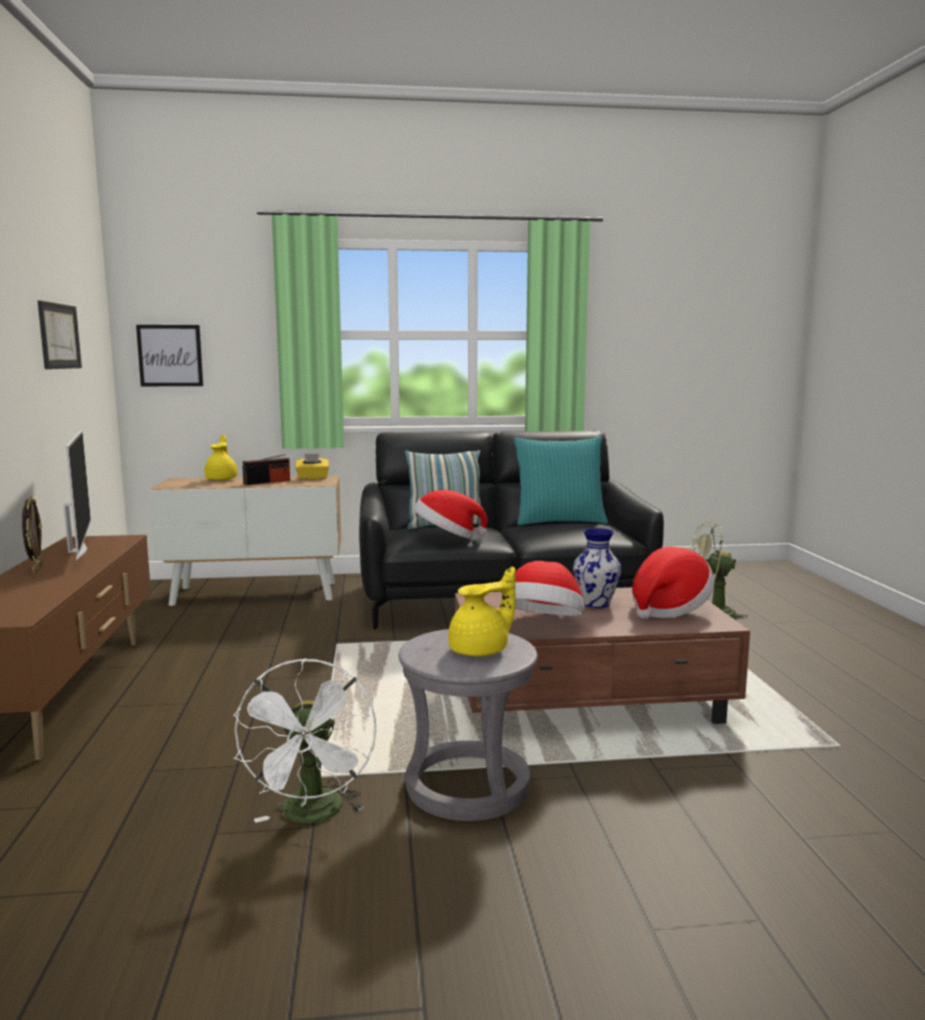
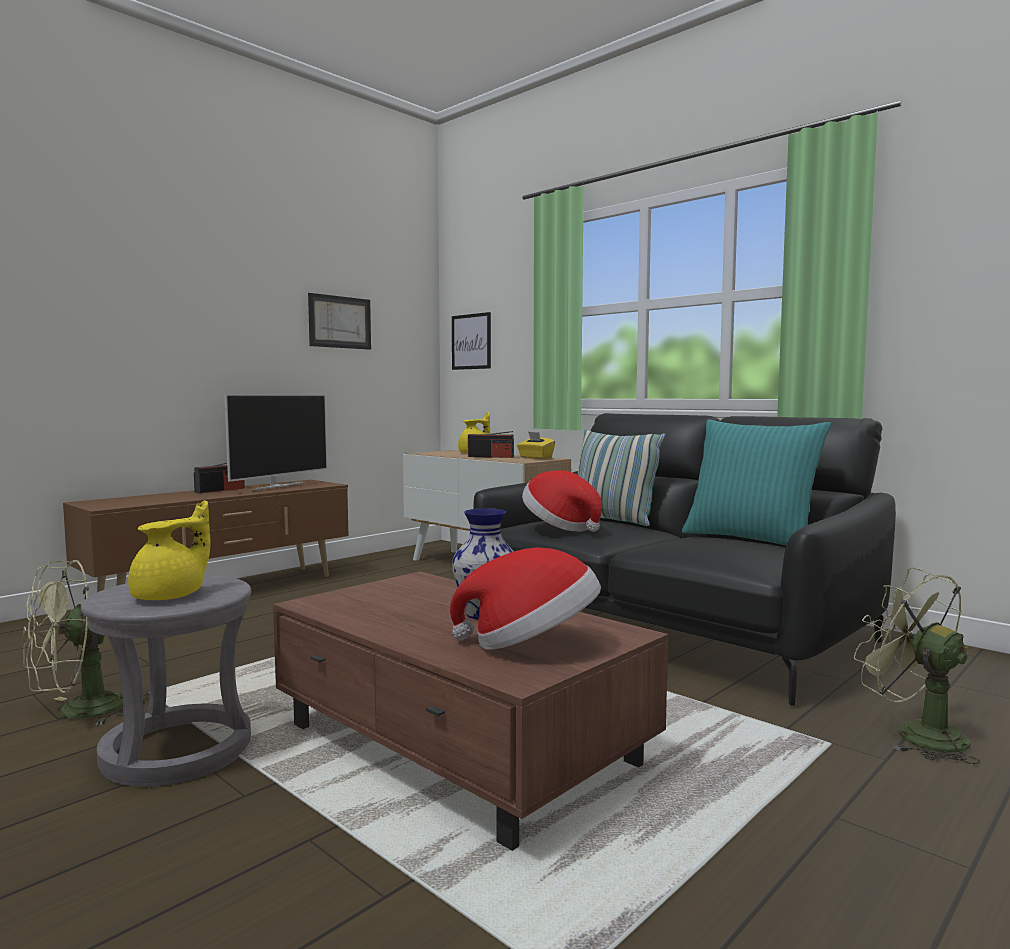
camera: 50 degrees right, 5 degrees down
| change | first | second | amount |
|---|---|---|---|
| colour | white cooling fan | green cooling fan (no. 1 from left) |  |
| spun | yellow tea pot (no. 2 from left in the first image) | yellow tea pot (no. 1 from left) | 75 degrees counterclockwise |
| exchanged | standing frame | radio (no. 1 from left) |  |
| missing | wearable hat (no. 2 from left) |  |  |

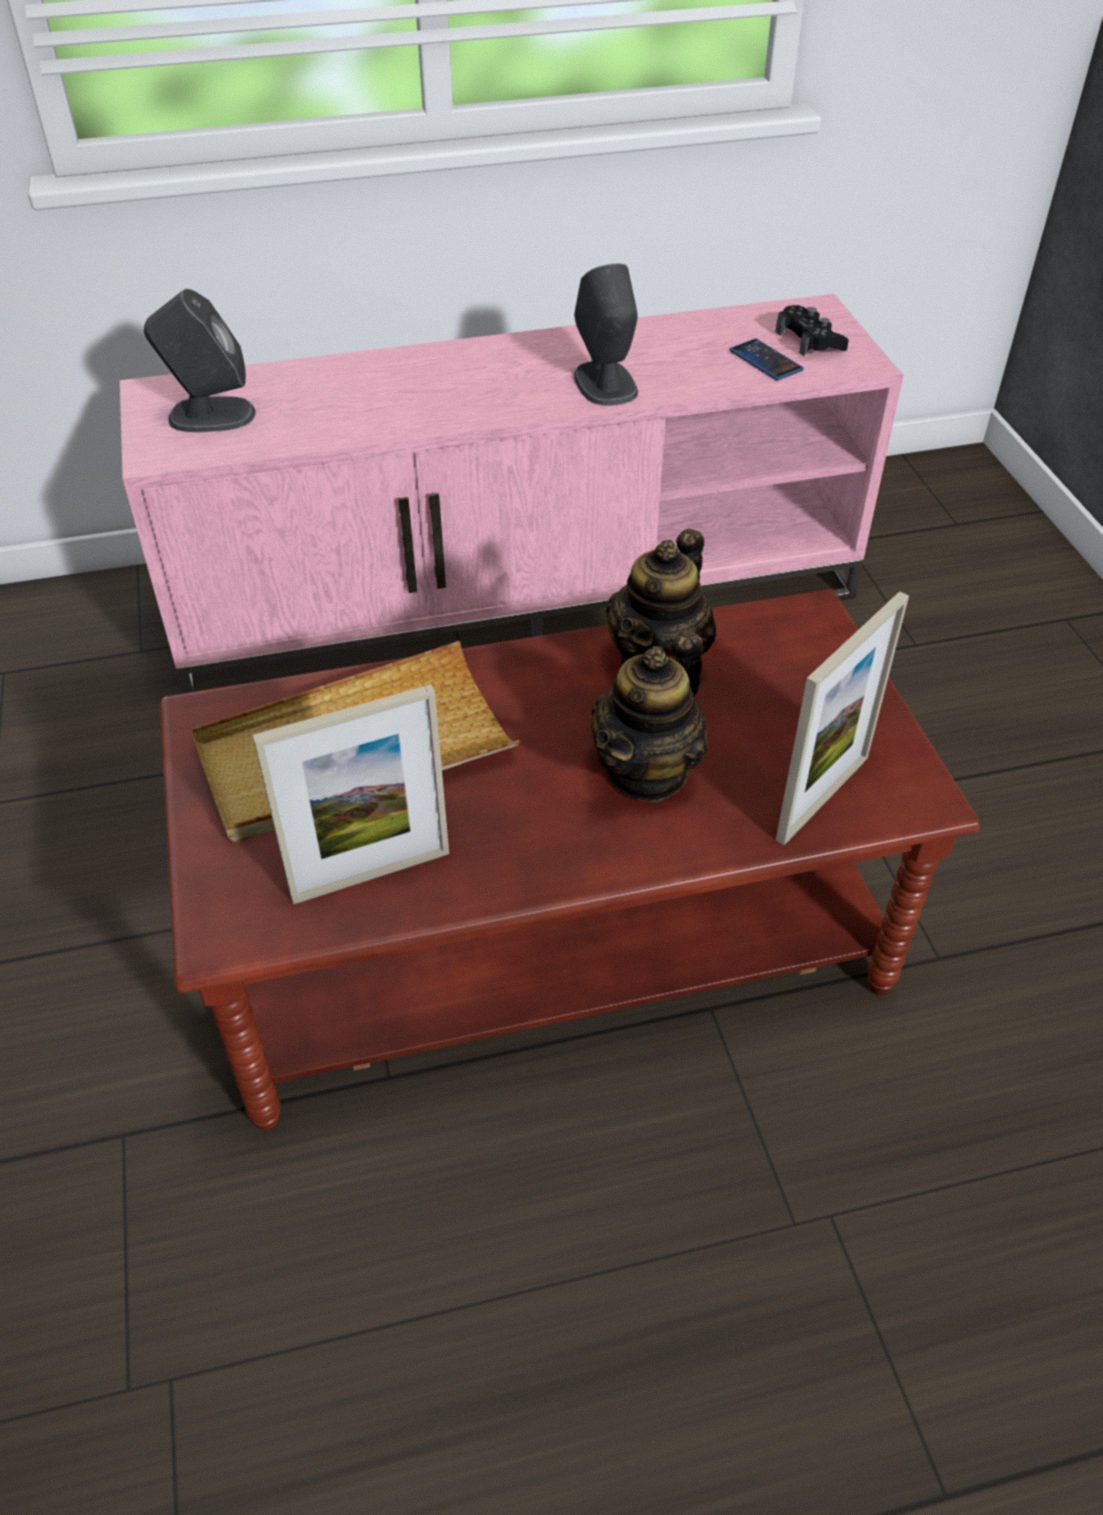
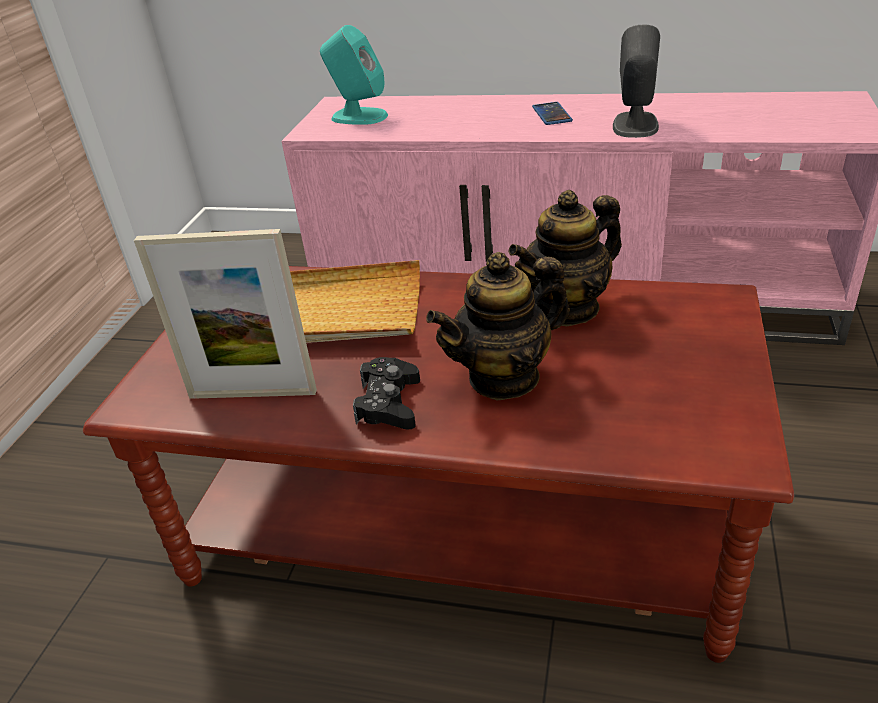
camera: 30 degrees right, 10 degrees down
| change | first | second | amount |
|---|---|---|---|
| colour | gray audio speaker (no. 1 from left) | turquoise-coloured audio speaker |  |
| relocated | black joypad |  |  |
| relocated | telephone |  |  |
| missing | standing frame (no. 2 from left) |  |  |

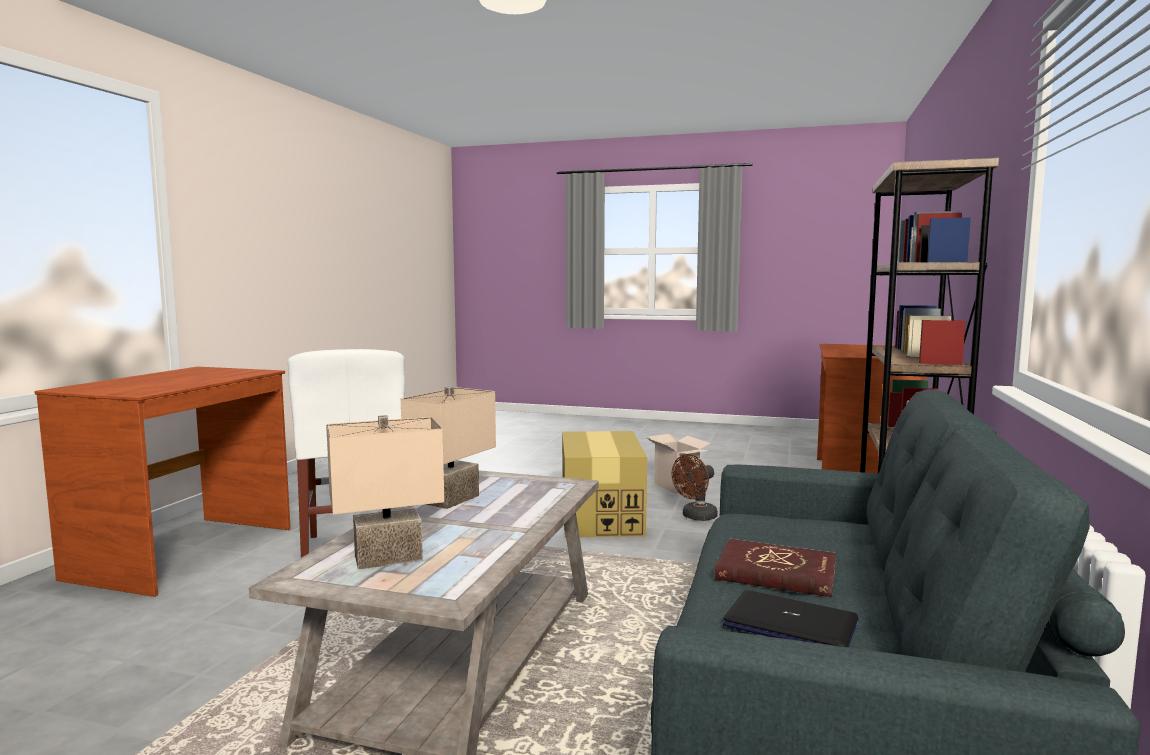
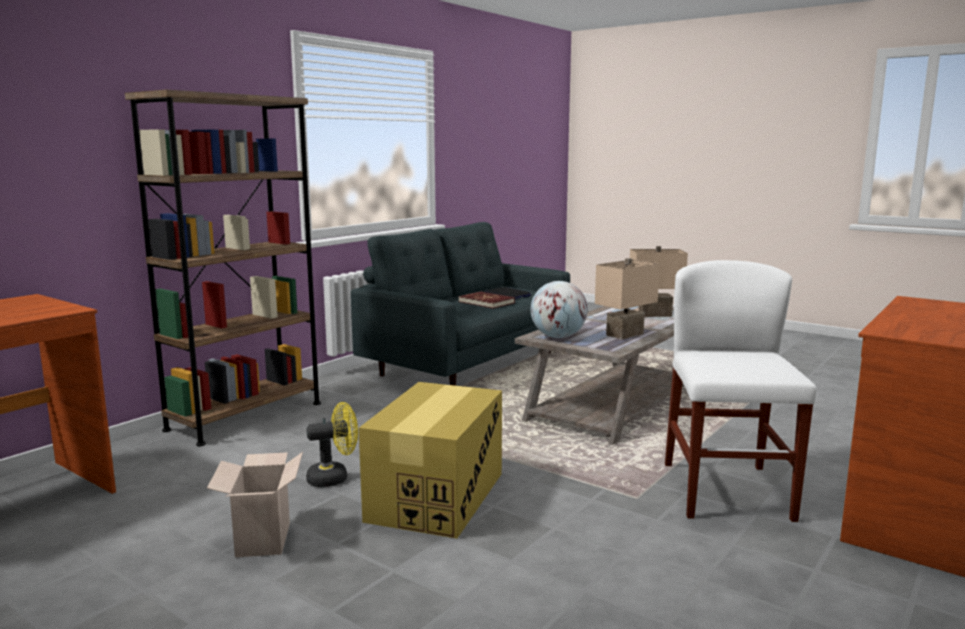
camera: 160 degrees left, 5 degrees up
| change | first | second | amount |
|---|---|---|---|
| colour | brown cooling fan | yellow cooling fan |  |
| appeared |  | globe |  |

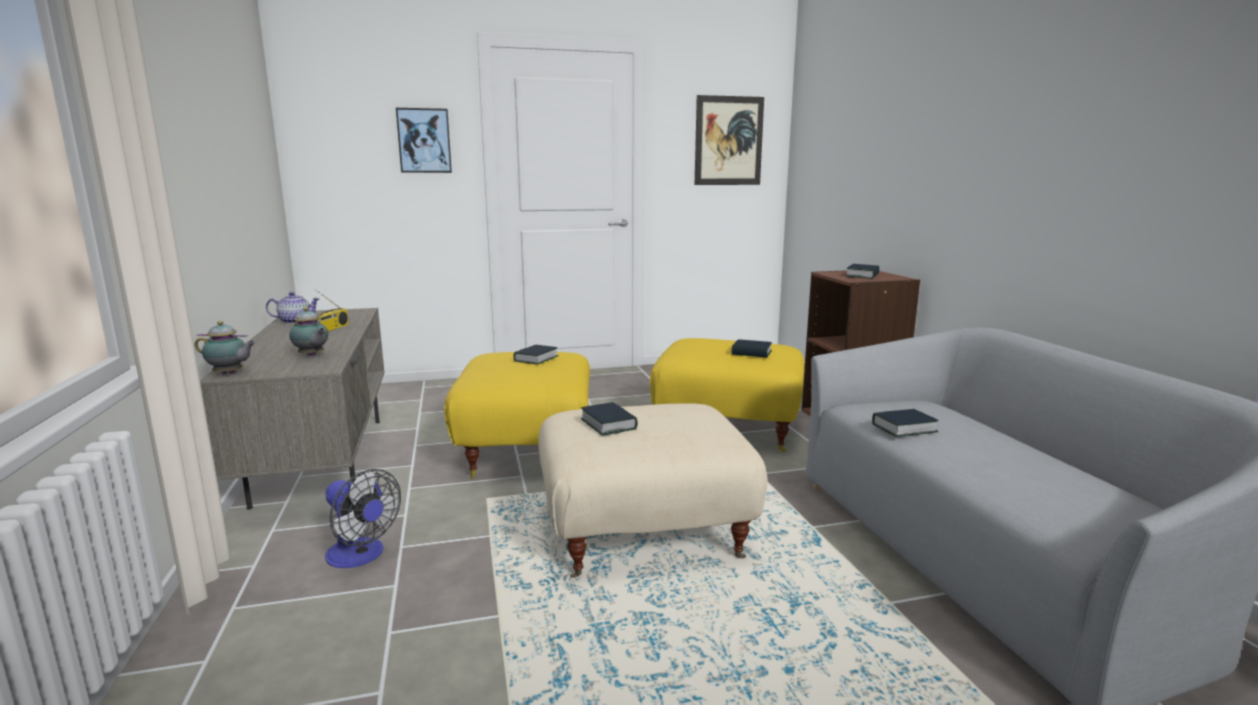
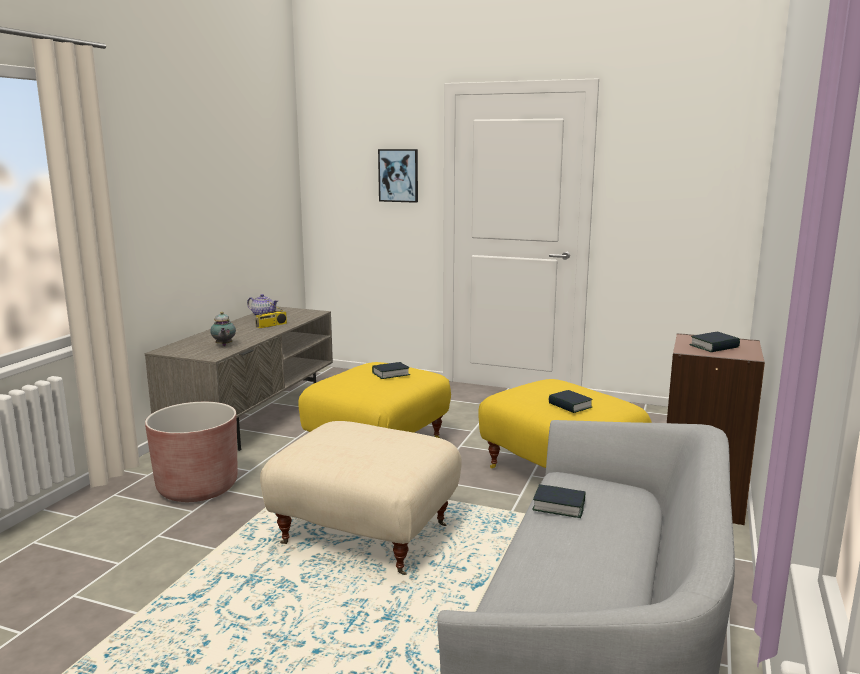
camera: 35 degrees right, 0 degrees up
| change | first | second | amount |
|---|---|---|---|
| exchanged | cooling fan | brown flower pot |  |
| missing | tea pot (no. 1 from left) |  |  |
| missing | book (no. 2 from left) |  |  |
| missing | wall picture (no. 2 from left) |  |  |

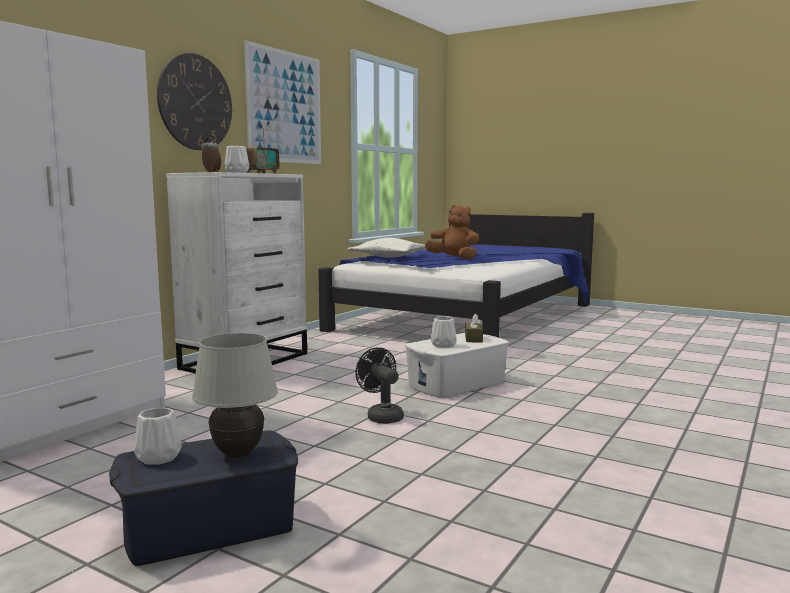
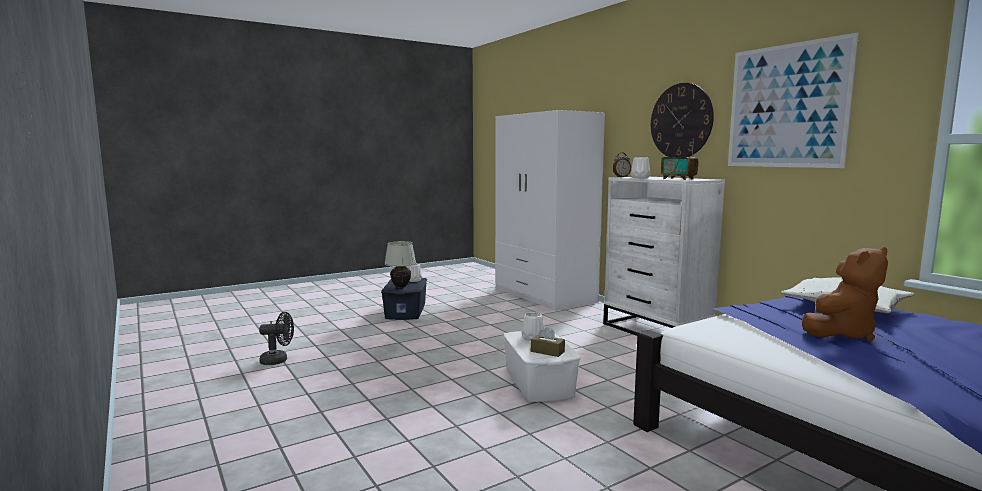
camera: 115 degrees right, 0 degrees up
| change | first | second | amount |
|---|---|---|---|
| relocated | black cooling fan |  |  |

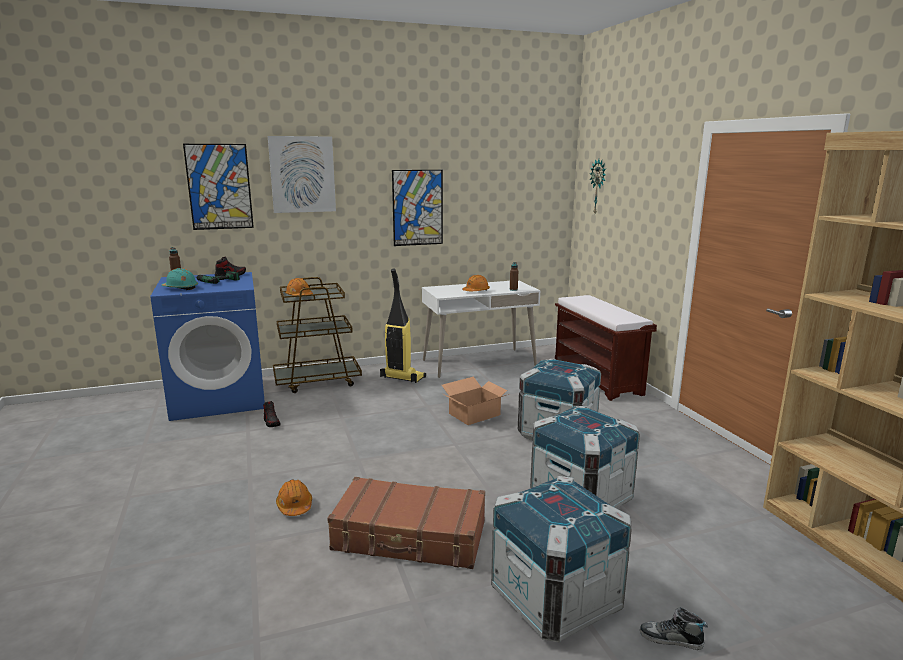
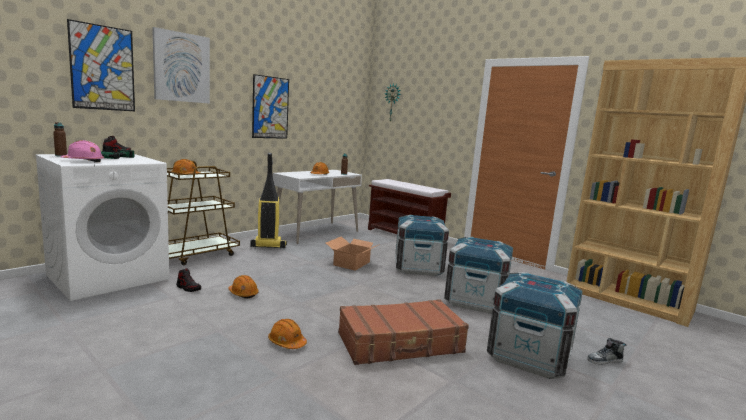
camera: 30 degrees left, 5 degrees down
| change | first | second | amount |
|---|---|---|---|
| colour | bluish laundry appliance | white laundry appliance |  |
| colour | turquoise-coloured work helmet | pink-coloured work helmet |  |
| appeared |  | orange-coloured work helmet (no. 2 from left) |  |

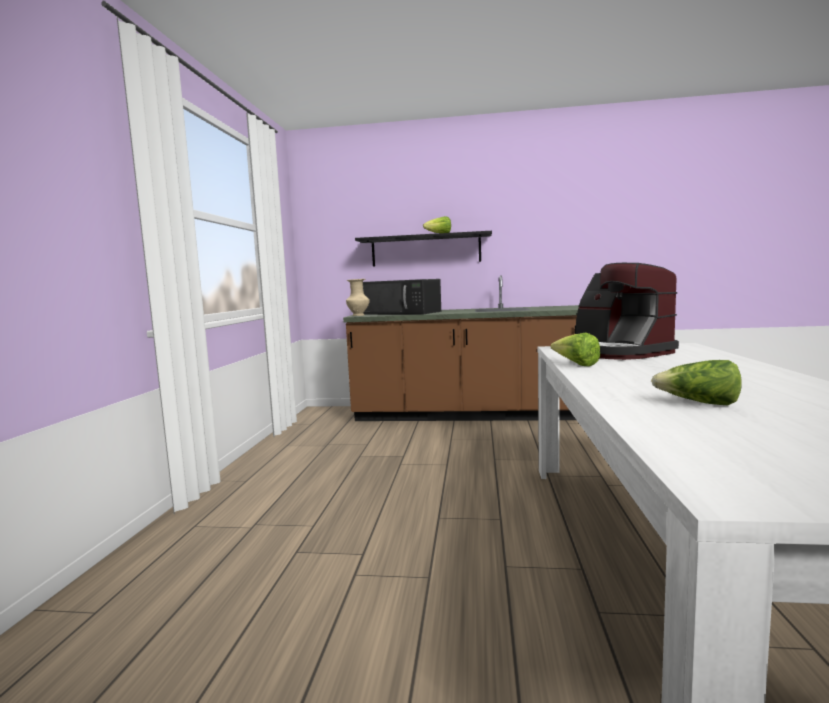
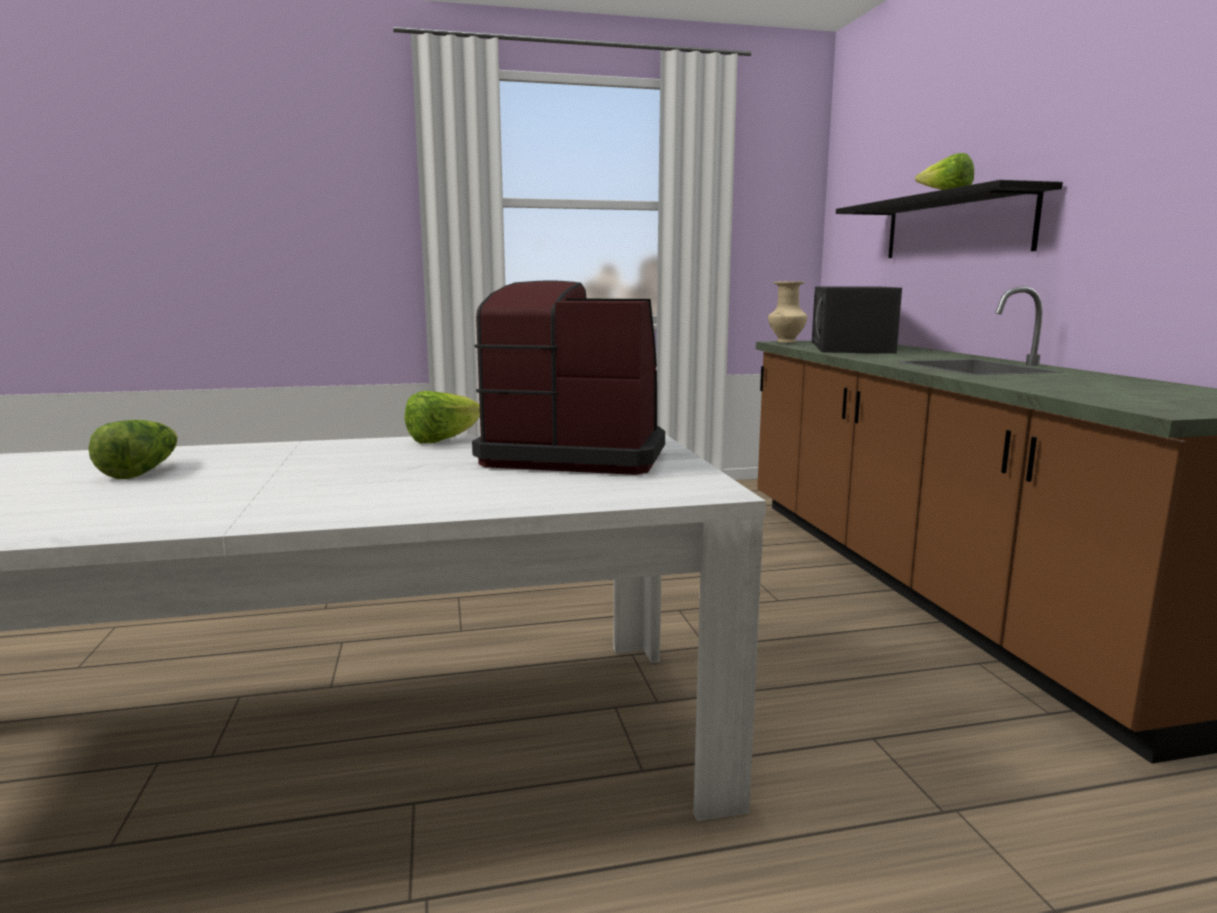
camera: 70 degrees right, 5 degrees up
| change | first | second | amount |
|---|---|---|---|
| spun | coffee brewer |  | 60 degrees clockwise |

